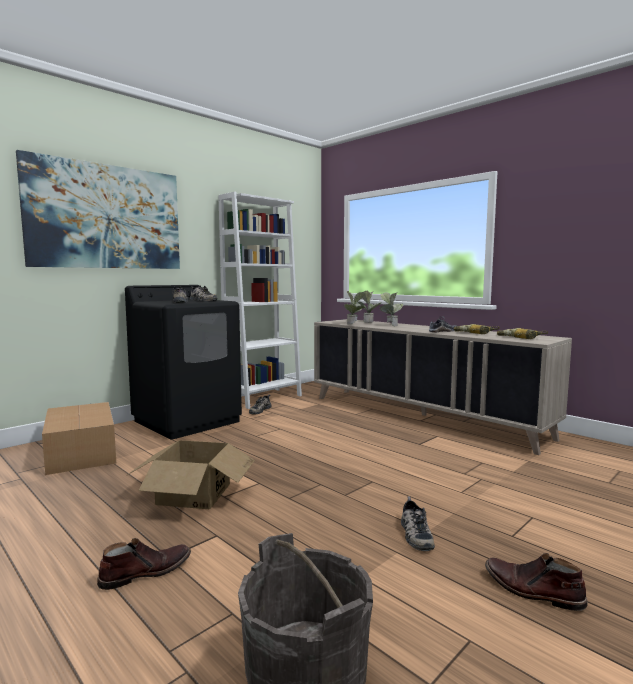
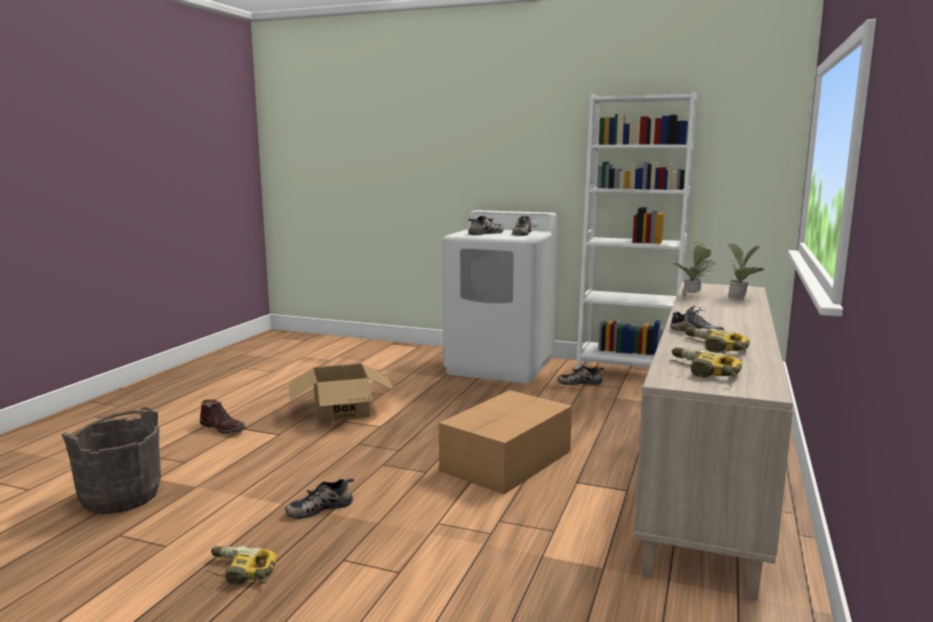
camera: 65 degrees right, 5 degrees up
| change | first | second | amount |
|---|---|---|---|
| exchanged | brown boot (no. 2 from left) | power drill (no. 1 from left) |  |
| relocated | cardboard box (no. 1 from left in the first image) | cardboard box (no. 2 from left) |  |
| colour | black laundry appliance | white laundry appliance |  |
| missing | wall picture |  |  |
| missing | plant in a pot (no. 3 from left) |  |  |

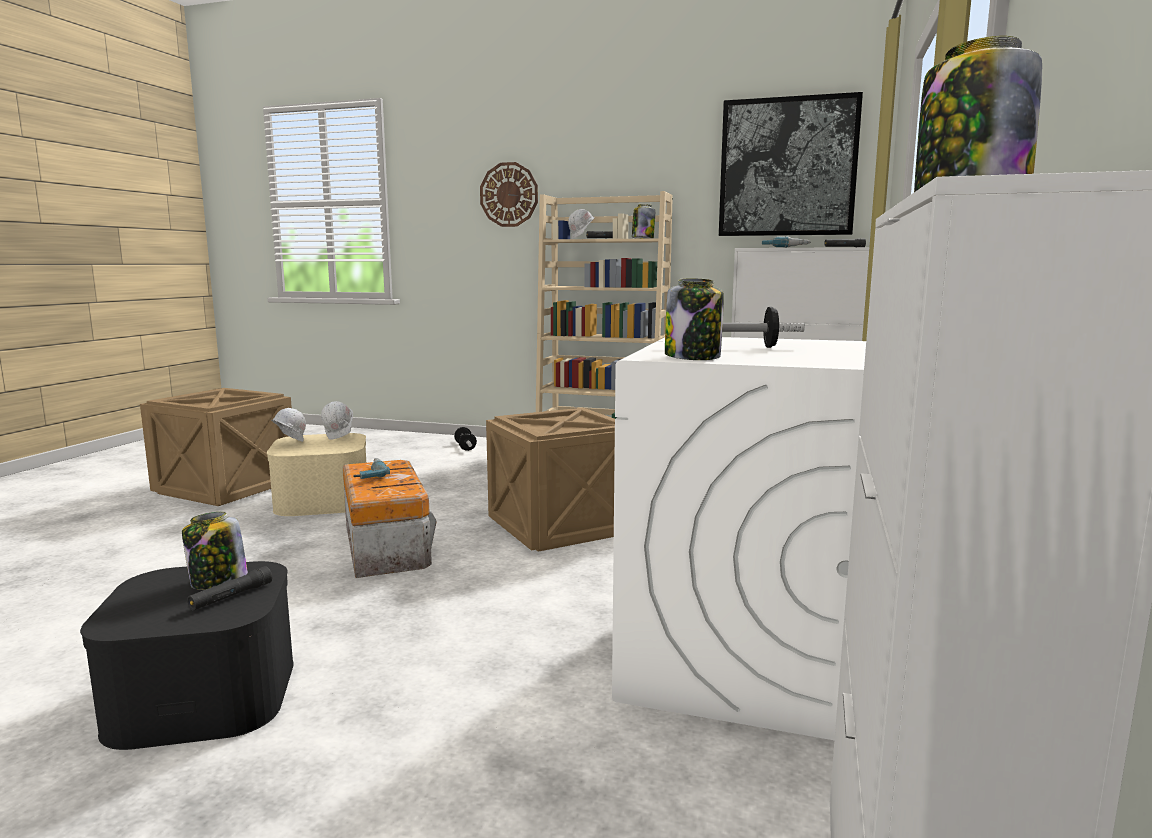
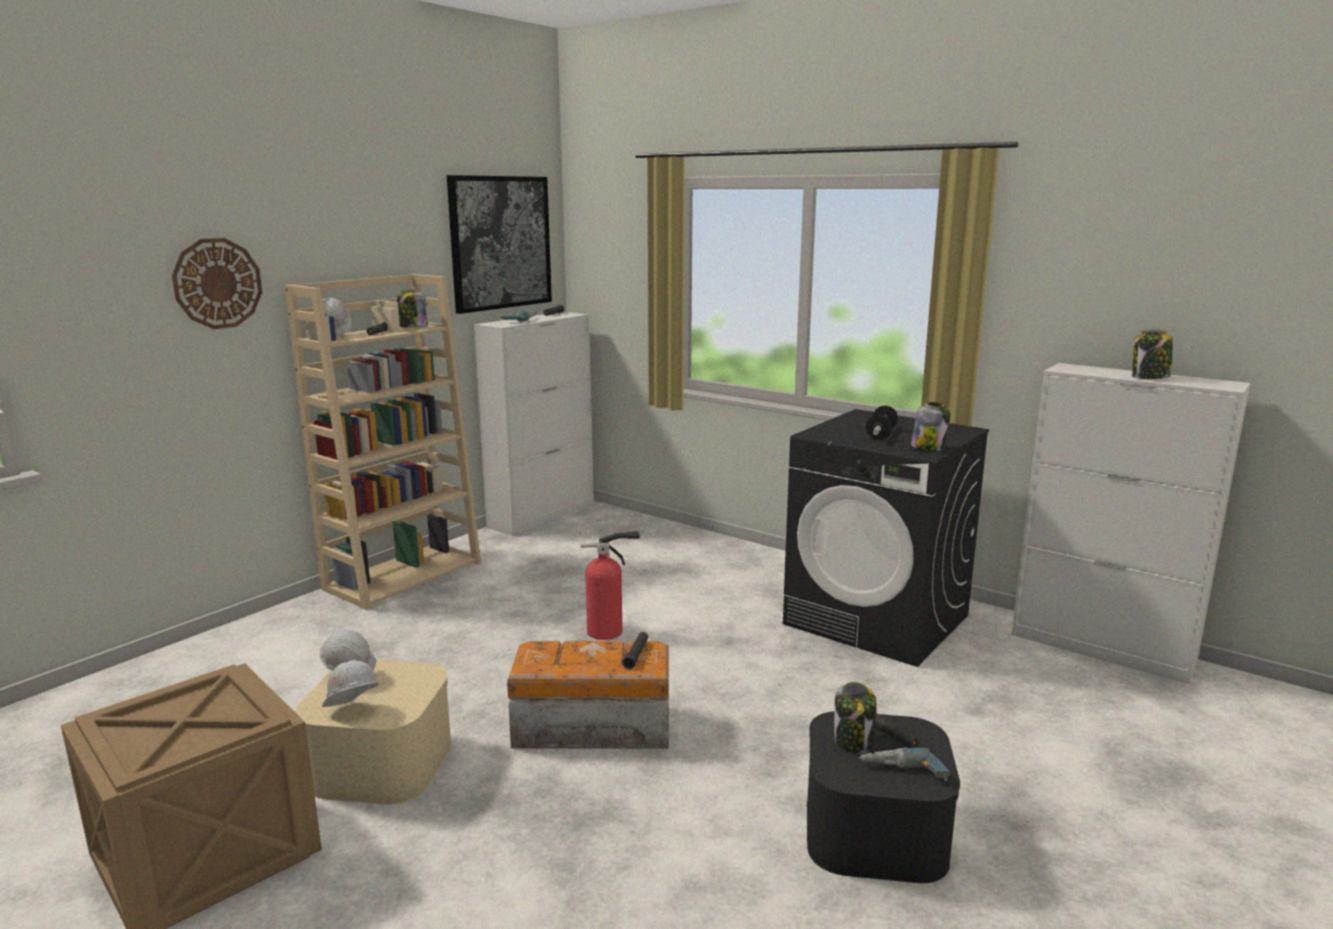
camera: 70 degrees left, 5 degrees up
| change | first | second | amount |
|---|---|---|---|
| exchanged | packing crate (no. 2 from left) | fire extinguisher |  |
| appeared |  | black flashlight (no. 3 from left) |  |
| colour | white laundry appliance | black laundry appliance |  |
| relocated | power drill (no. 1 from left in the first image) | power drill (no. 2 from left) |  |
| missing | hand weight (no. 1 from left) |  |  |

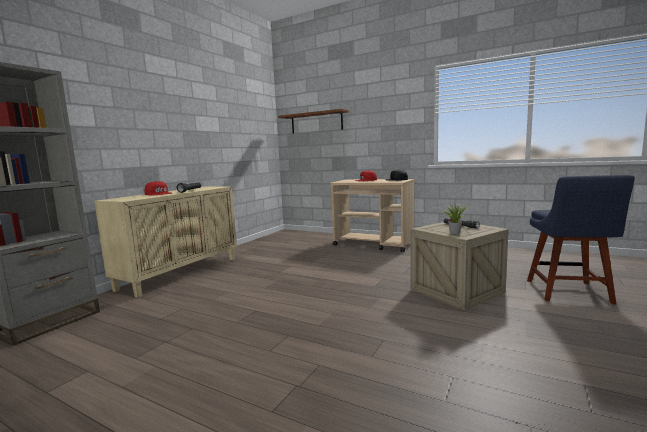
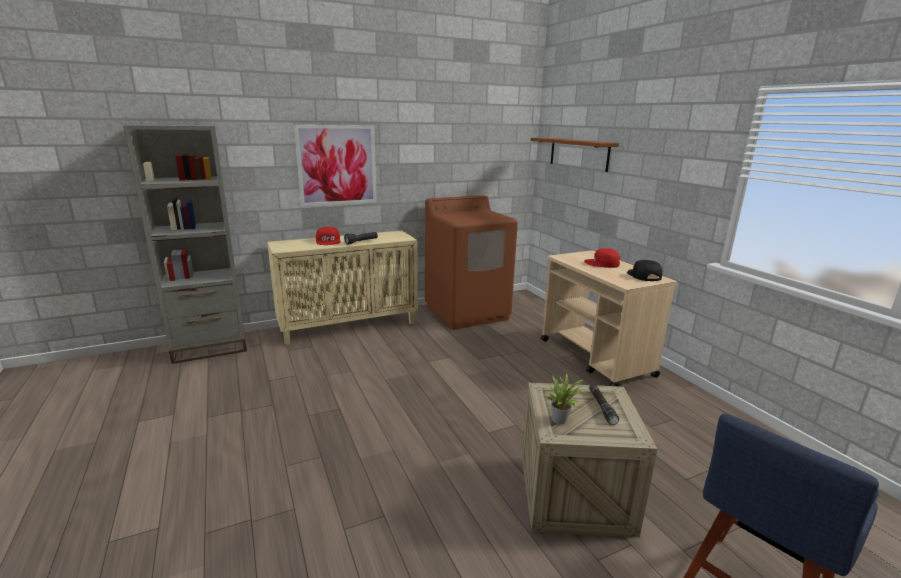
camera: 35 degrees right, 10 degrees up
| change | first | second | amount |
|---|---|---|---|
| appeared |  | wall picture |  |
| appeared |  | brown laundry appliance |  |

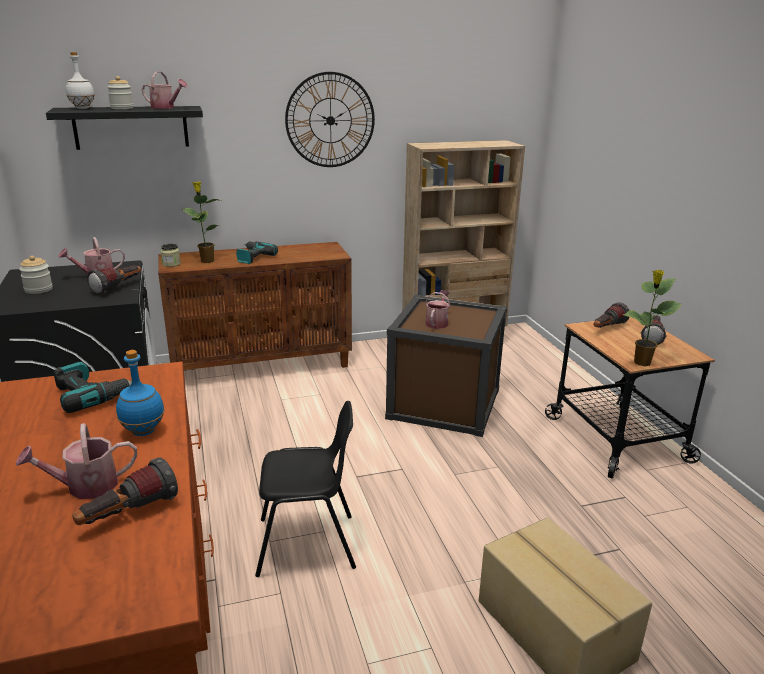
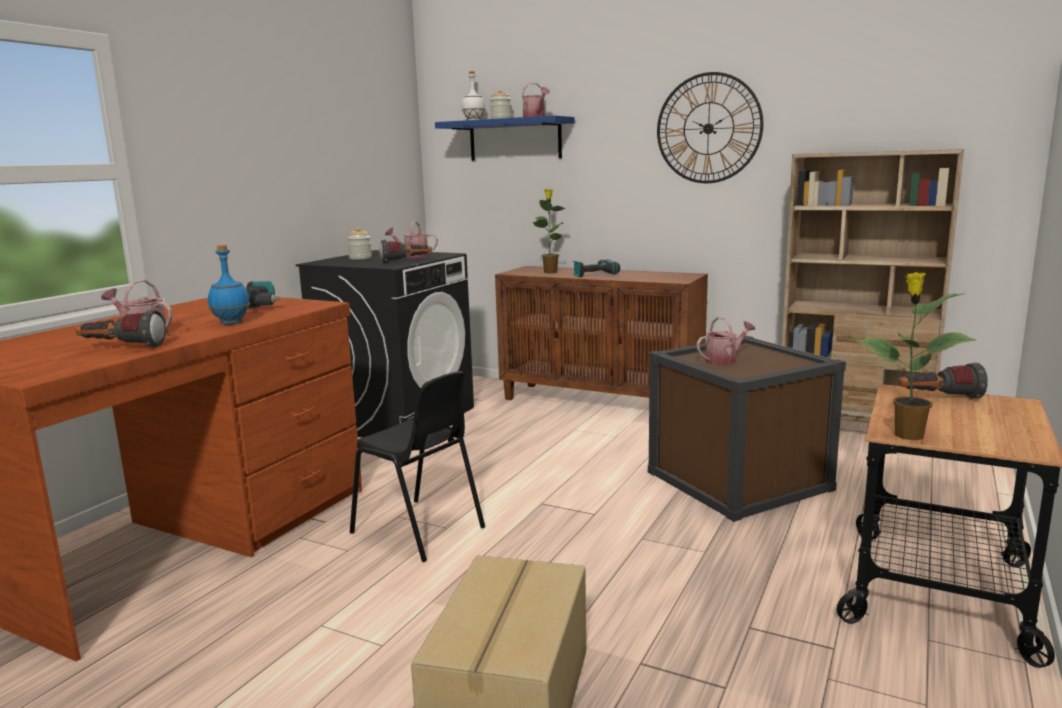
camera: 45 degrees right, 10 degrees down
| change | first | second | amount |
|---|---|---|---|
| colour | black shelf | bluish shelf |  |
| missing | preserve jar (no. 3 from left) |  |  |
| missing | flashlight (no. 4 from left) |  |  |

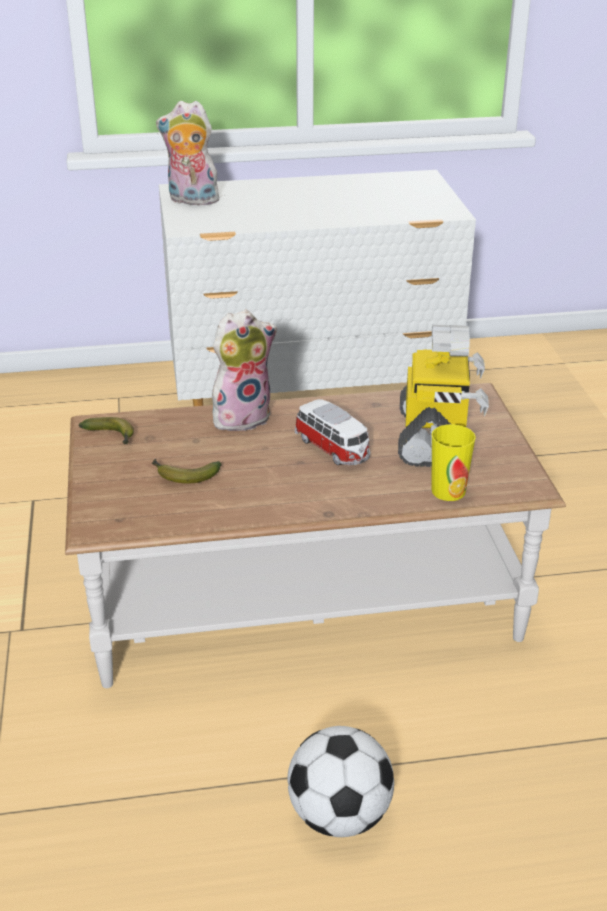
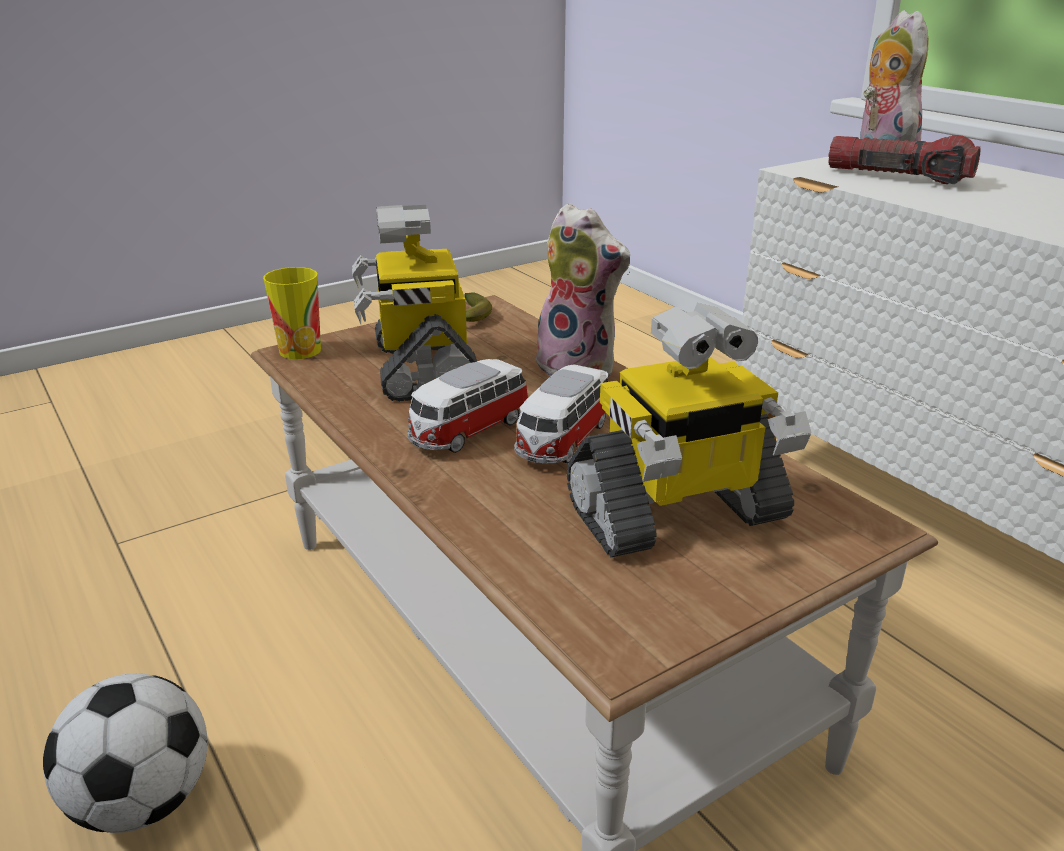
camera: 65 degrees right, 5 degrees down
| change | first | second | amount |
|---|---|---|---|
| relocated | cup |  |  |
| exchanged | banana fruit (no. 2 from left) | model robot (no. 1 from left) |  |
| appeared |  | miniature car (no. 1 from left) |  |
| appeared |  | flashlight |  |

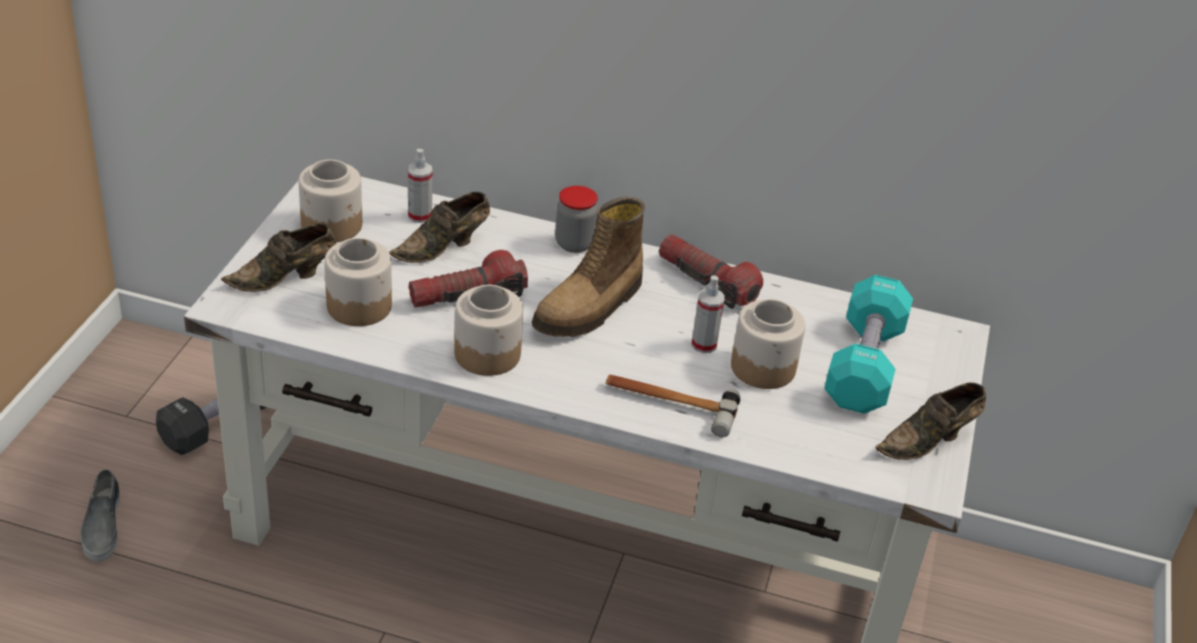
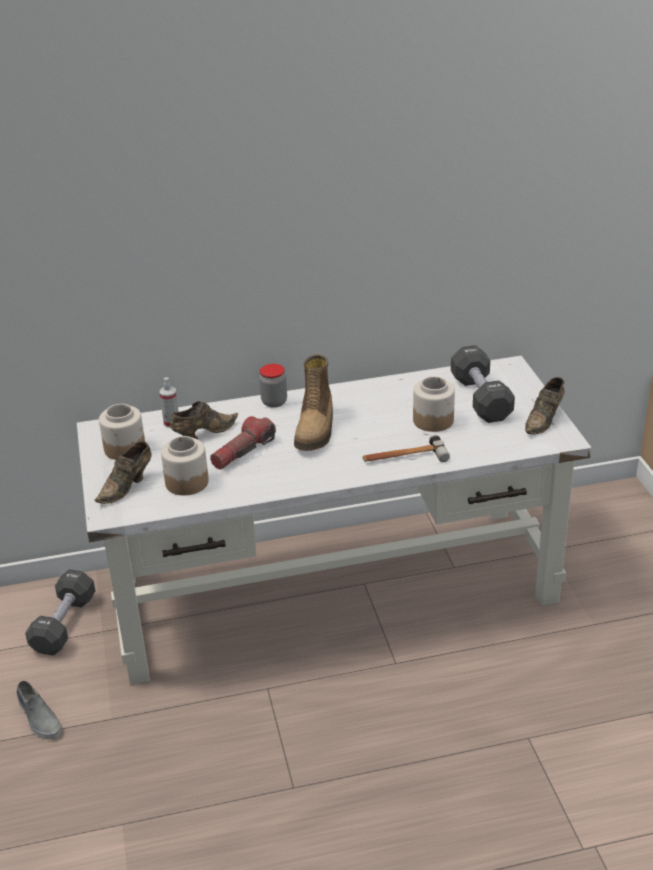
camera: 25 degrees left, 5 degrees down
| change | first | second | amount |
|---|---|---|---|
| spun | brown shoe (no. 2 from left) |  | 150 degrees counterclockwise |
| colour | turquoise-coloured hand weight | black hand weight (no. 2 from left) |  |
| missing | preserve jar (no. 3 from left) |  |  |
| missing | flashlight (no. 2 from left) |  |  |
| missing | sprayer (no. 2 from left) |  |  |

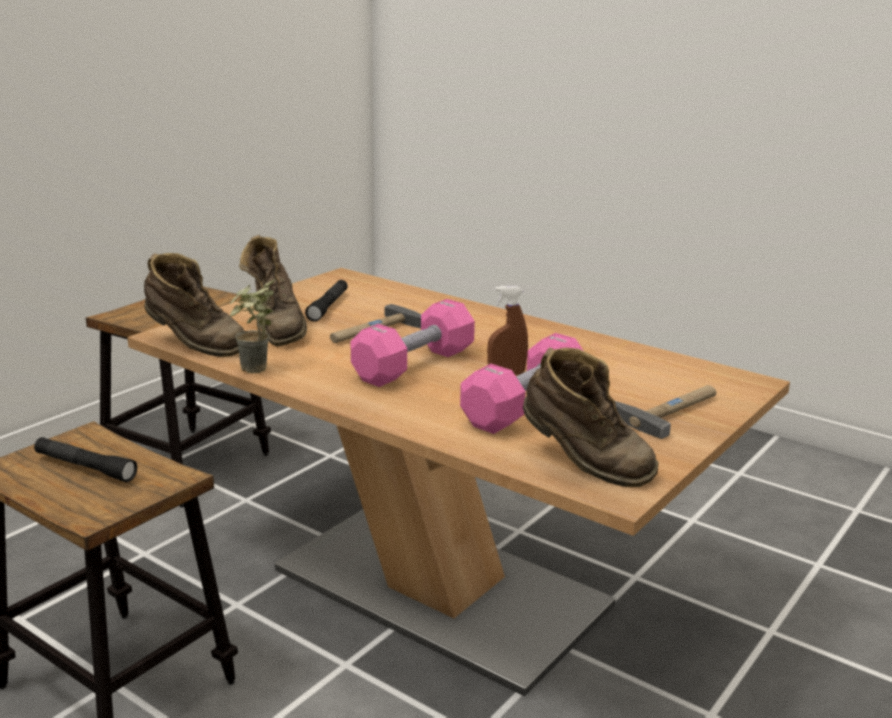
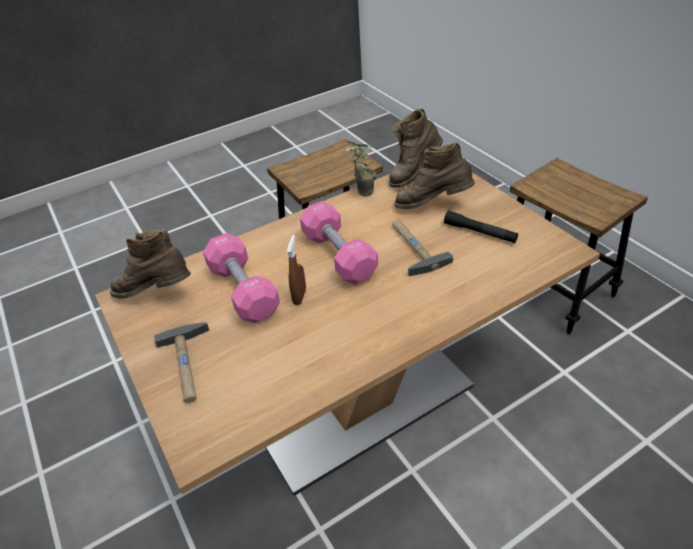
camera: 115 degrees right, 20 degrees up
| change | first | second | amount |
|---|---|---|---|
| spun | brown boot (no. 3 from left in the first image) | brown boot (no. 1 from left) | 45 degrees clockwise |
| missing | black flashlight (no. 1 from left) |  |  |

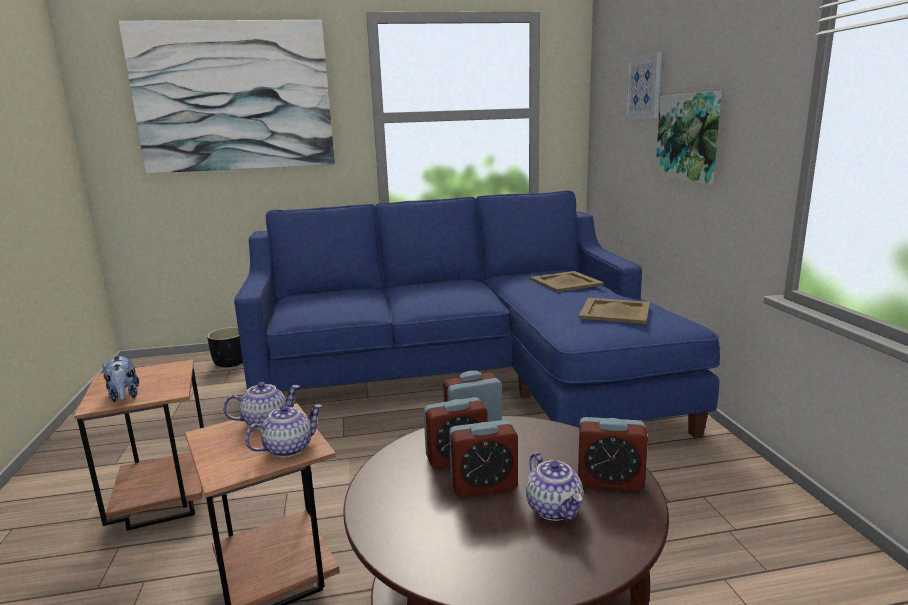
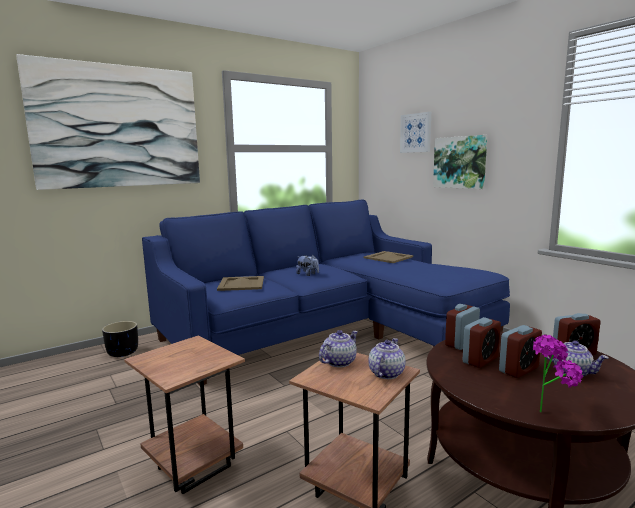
camera: 25 degrees left, 5 degrees down
| change | first | second | amount |
|---|---|---|---|
| relocated | beige carrying tray (no. 2 from left in the first image) | beige carrying tray (no. 1 from left) |  |
| relocated | soft toy |  |  |
| appeared |  | plant in a pot |  |

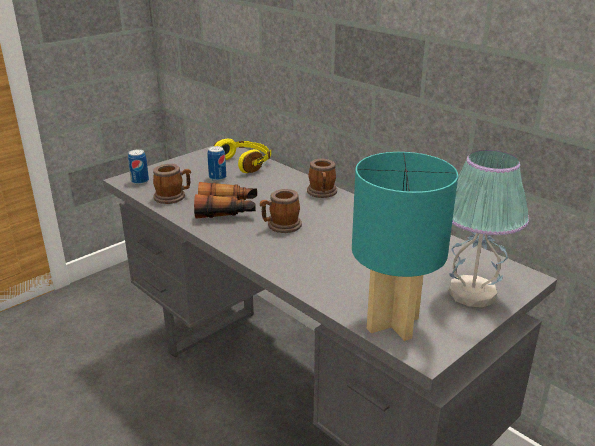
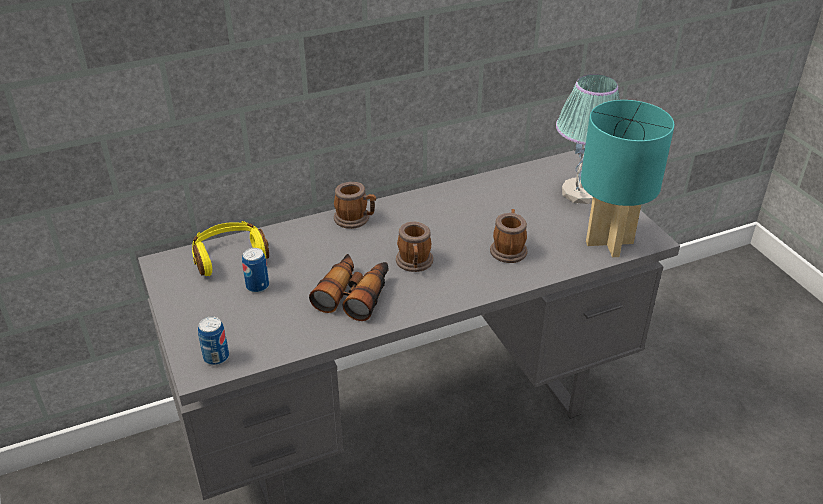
camera: 70 degrees left, 10 degrees up
| change | first | second | amount |
|---|---|---|---|
| relocated | coffee mug (no. 1 from left in the first image) | coffee mug (no. 3 from left) |  |

